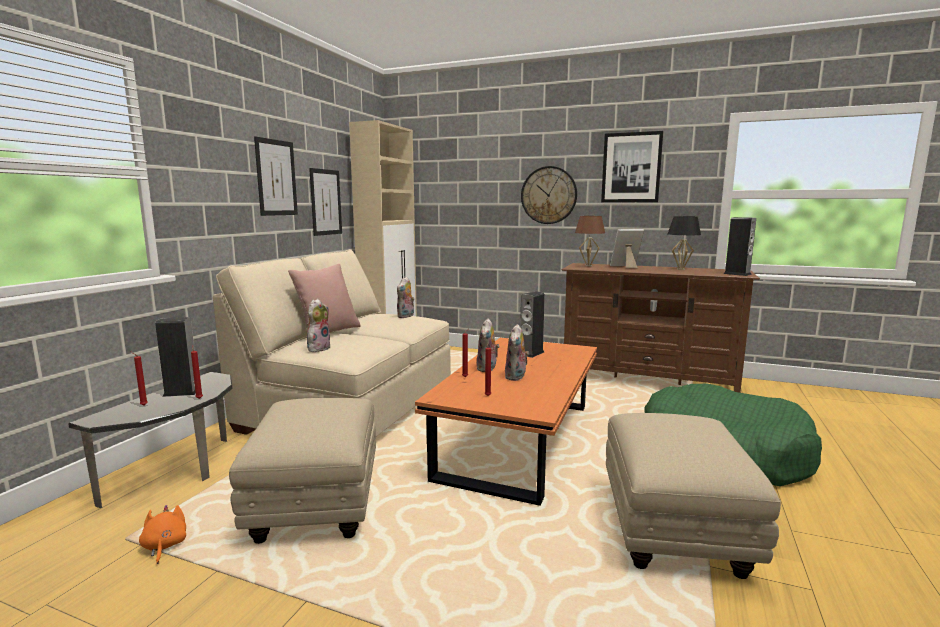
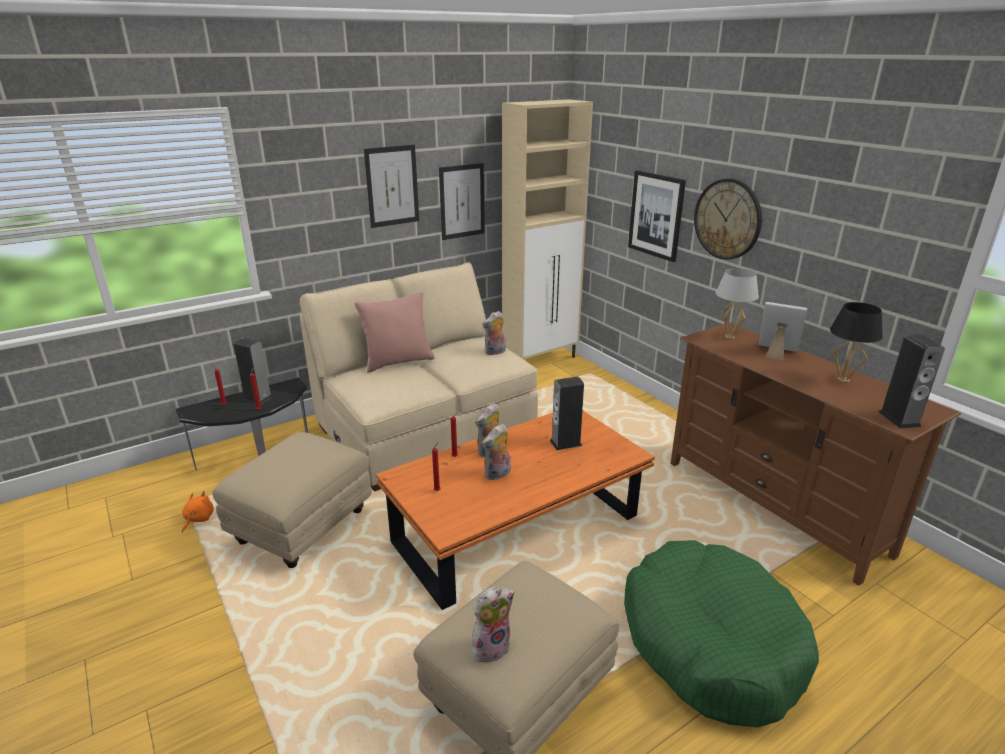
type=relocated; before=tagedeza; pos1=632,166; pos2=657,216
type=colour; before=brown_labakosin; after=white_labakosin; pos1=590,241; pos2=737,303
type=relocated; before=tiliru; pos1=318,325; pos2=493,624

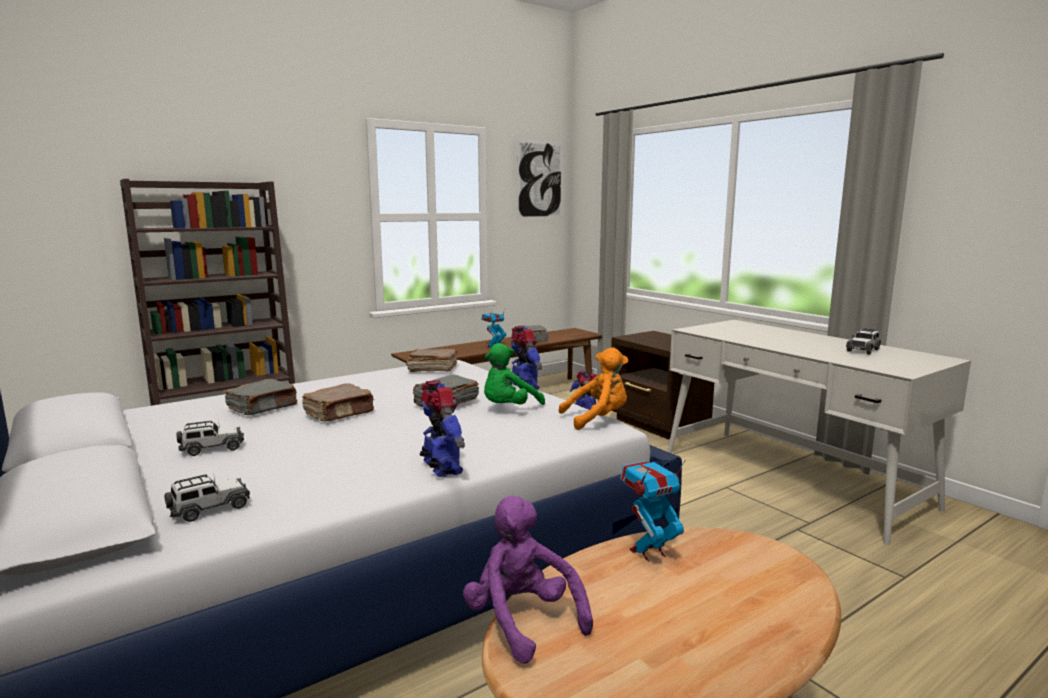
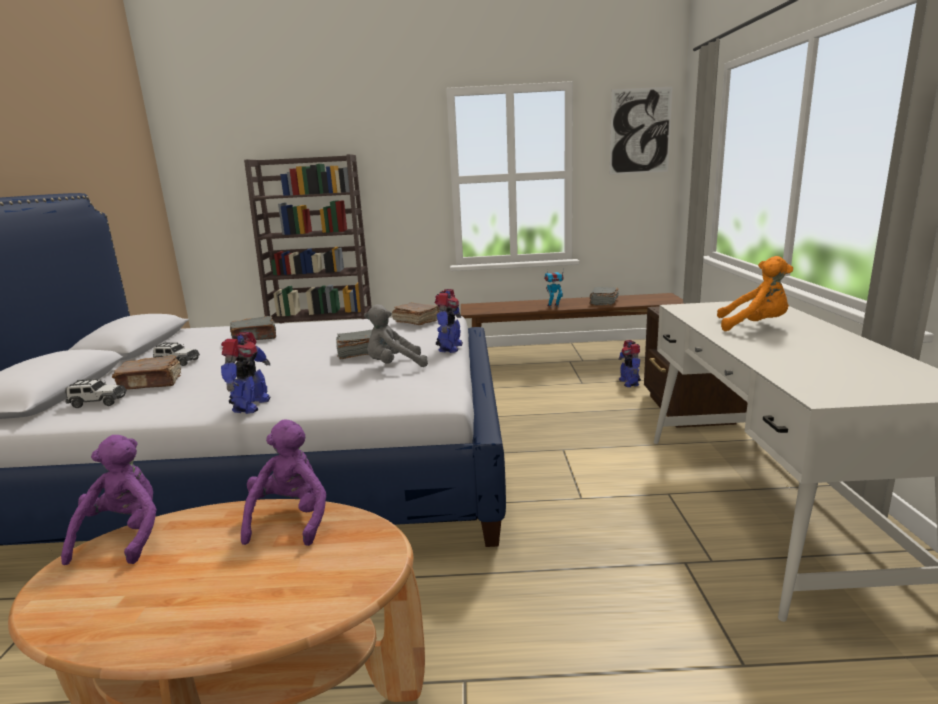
type=missing; before=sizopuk; pos1=863,341
type=colour; before=green_tiliru; after=grey_tiliru; pos1=514,374; pos2=396,336
type=relocated; before=orange_tiliru; pos1=593,388; pos2=755,293
type=relocated; before=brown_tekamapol; pos1=338,402; pos2=146,372
type=exchanged; before=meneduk; after=purple_tiliru; pos1=653,510; pos2=283,483

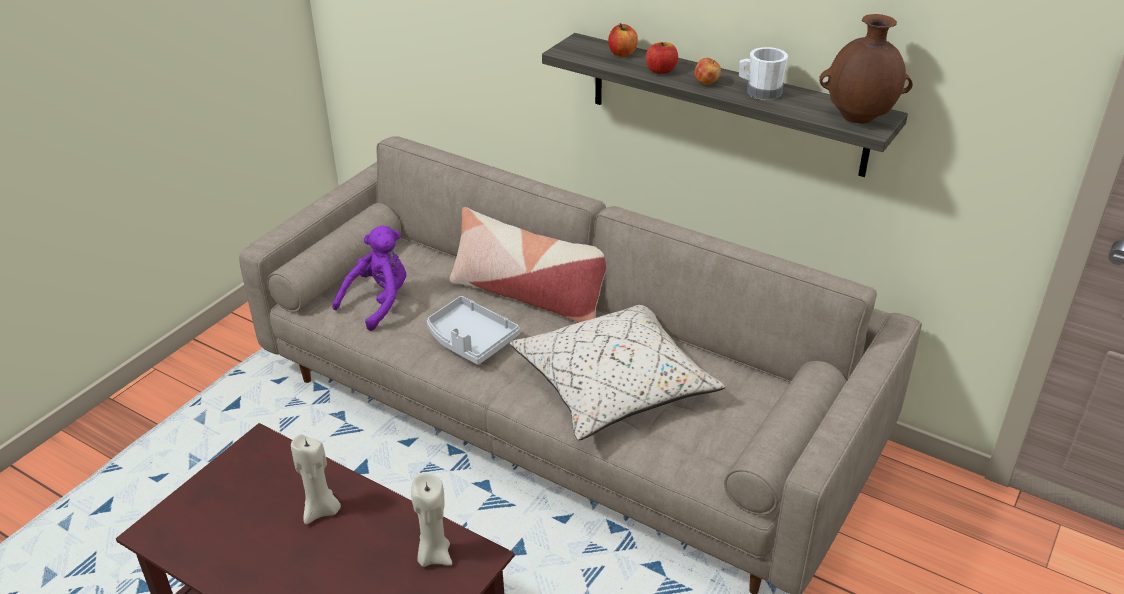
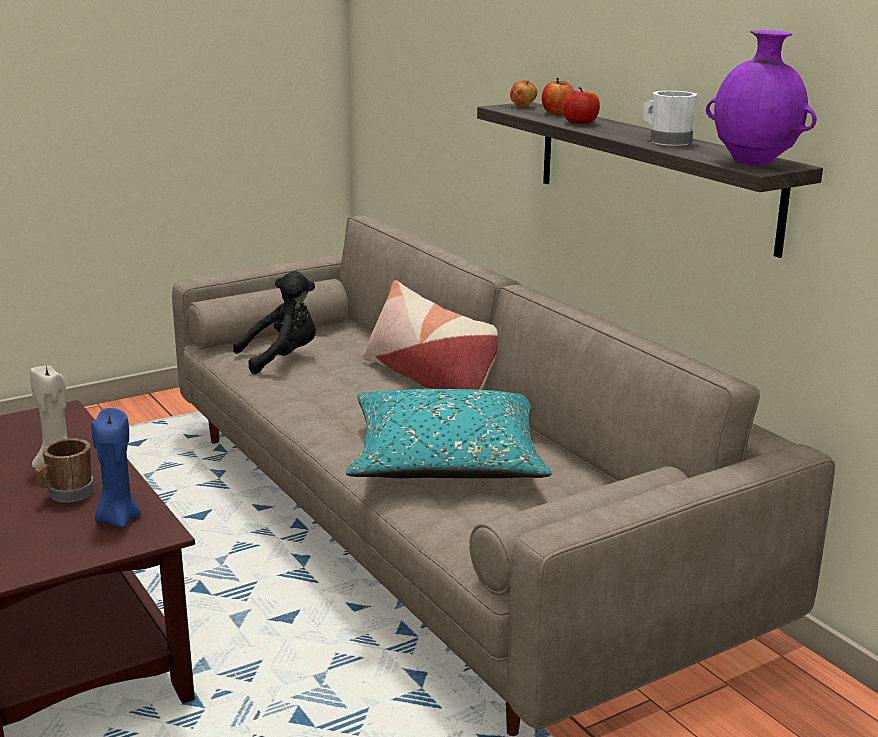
type=colour; before=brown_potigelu; after=purple_potigelu; pos1=866,69; pos2=761,98
type=relocated; before=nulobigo; pos1=707,71; pos2=523,93
type=colour; before=purple_tiliru; after=black_tiliru; pos1=369,278; pos2=274,322
type=missing; before=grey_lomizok; pos1=473,330
type=colour; before=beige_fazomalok; after=turquoise_fazomalok; pos1=617,373; pos2=448,433
type=colour; before=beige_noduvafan; after=blue_noduvafan; pos1=431,520; pos2=116,468
type=appeared; after=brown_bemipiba; pos2=64,470

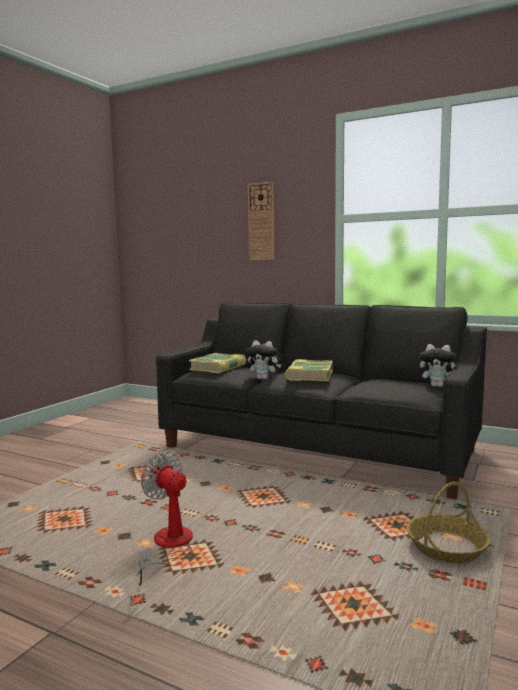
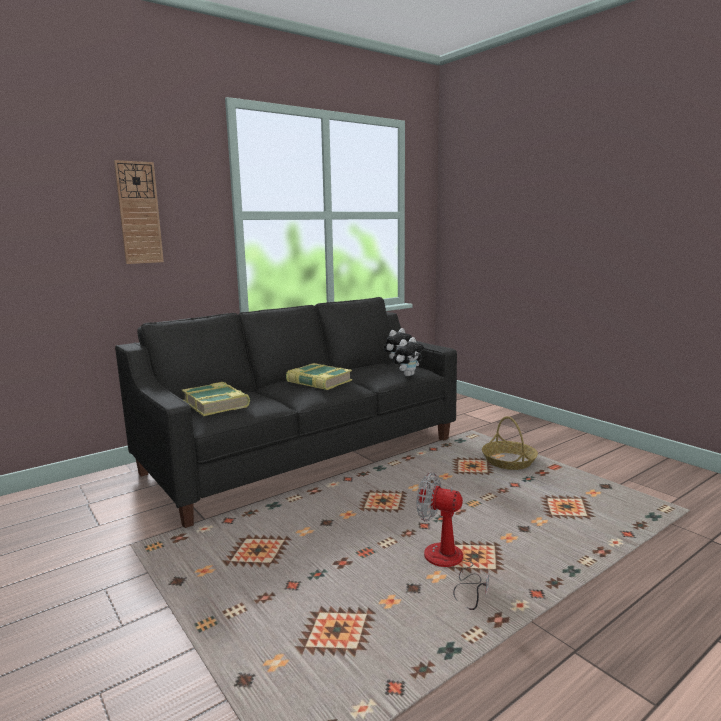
type=relocated; before=tiliru; pos1=263,359; pos2=408,356
type=spun; before=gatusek; pos1=165,519; pos2=452,541; turn=45

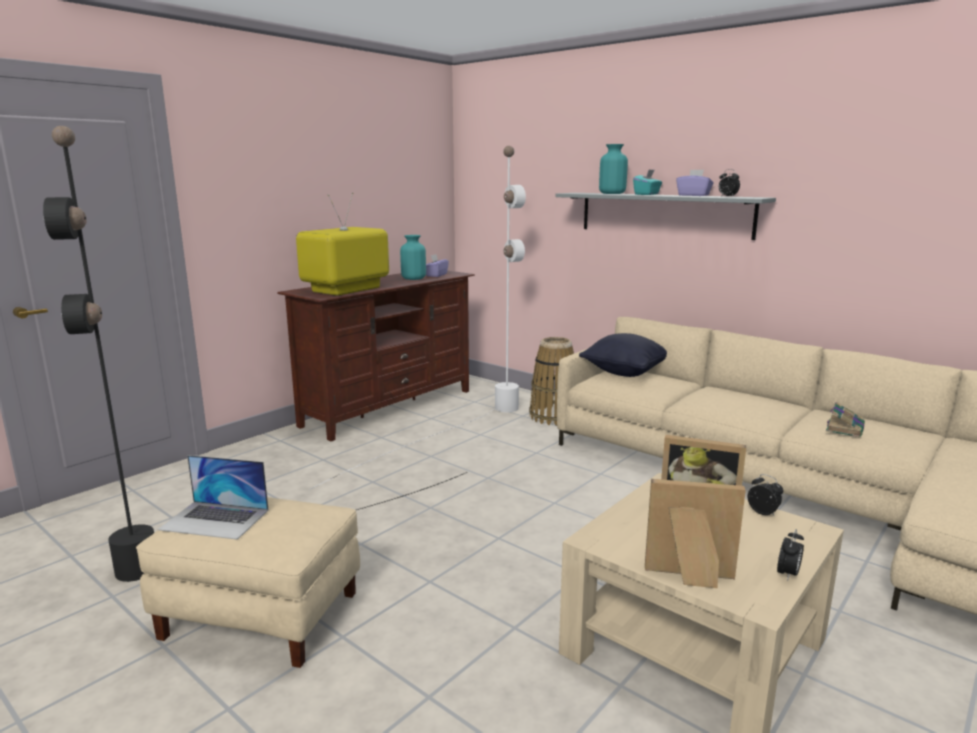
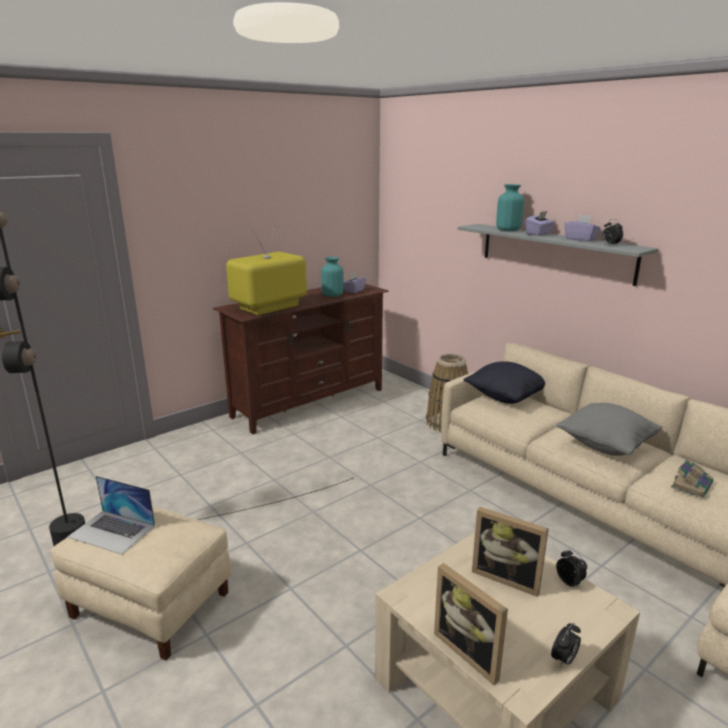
type=missing; before=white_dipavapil; pos1=417,318
type=colour; before=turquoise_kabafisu; after=purple_kabafisu; pos1=647,182; pos2=540,223
type=spun; before=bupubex; pos1=695,533; pos2=471,624; turn=-150
type=appeared; after=grey_fazomalok; pos2=609,429

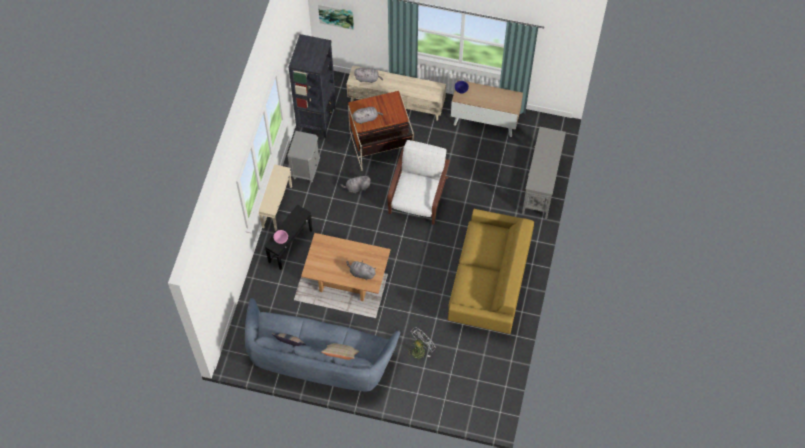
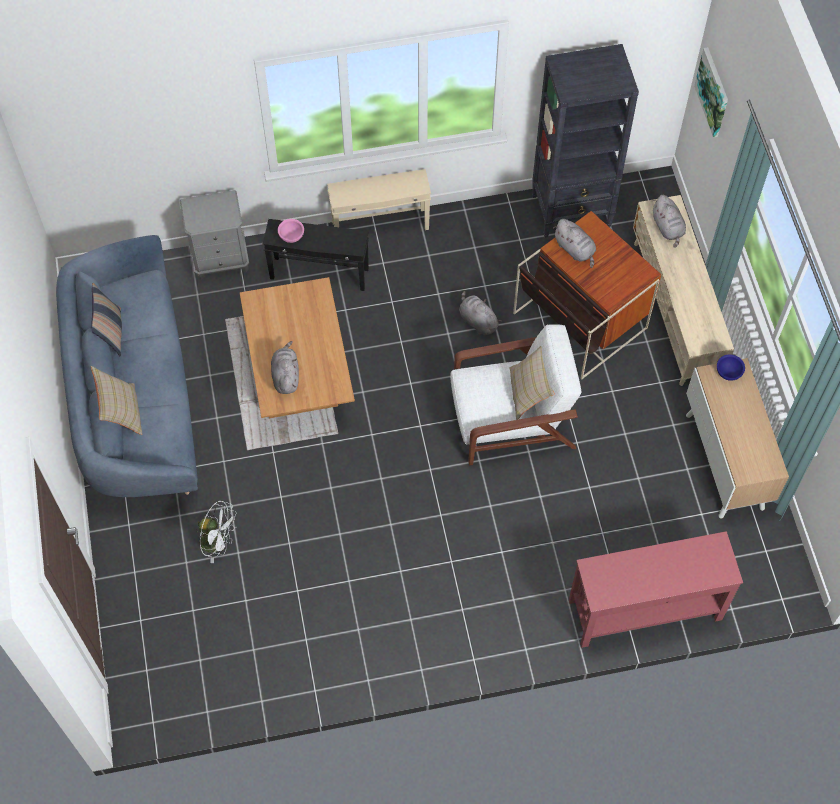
type=colour; before=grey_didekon; after=red_didekon; pos1=544,173; pos2=656,589
type=relocated; before=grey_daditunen; pos1=303,157; pos2=214,235
type=missing; before=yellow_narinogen; pos1=491,271
type=appeared; after=beige_fazomalok; pos2=532,383

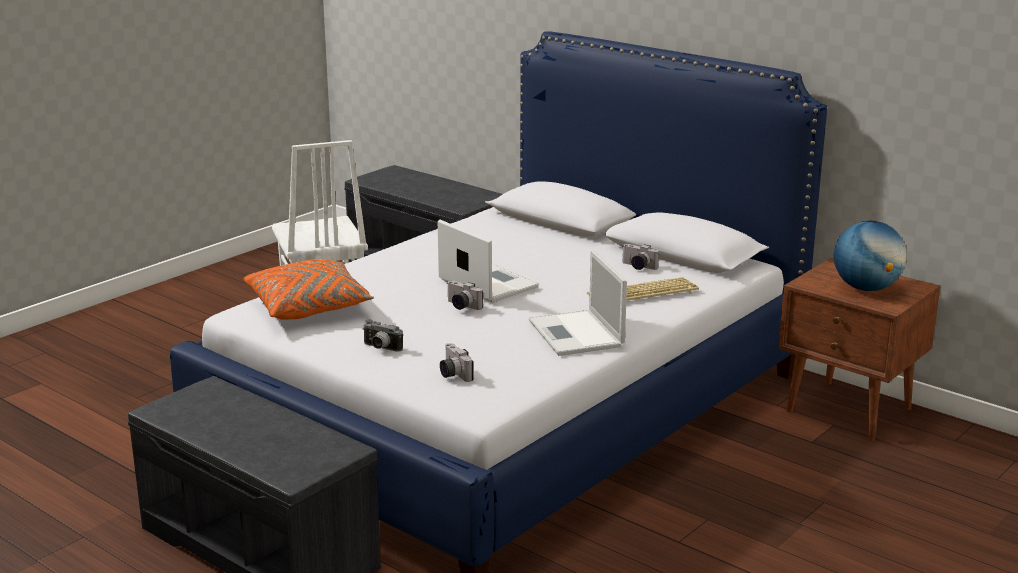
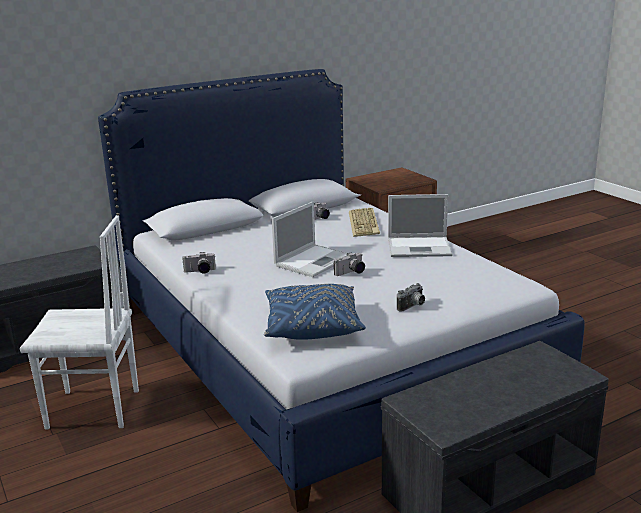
type=spun; before=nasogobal; pos1=488,261; pos2=309,239; turn=150
type=missing; before=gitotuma; pos1=870,256
type=colour; before=orange_fazomalok; after=blue_fazomalok; pos1=309,289; pos2=315,312
type=relocated; before=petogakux; pos1=457,362; pos2=199,262

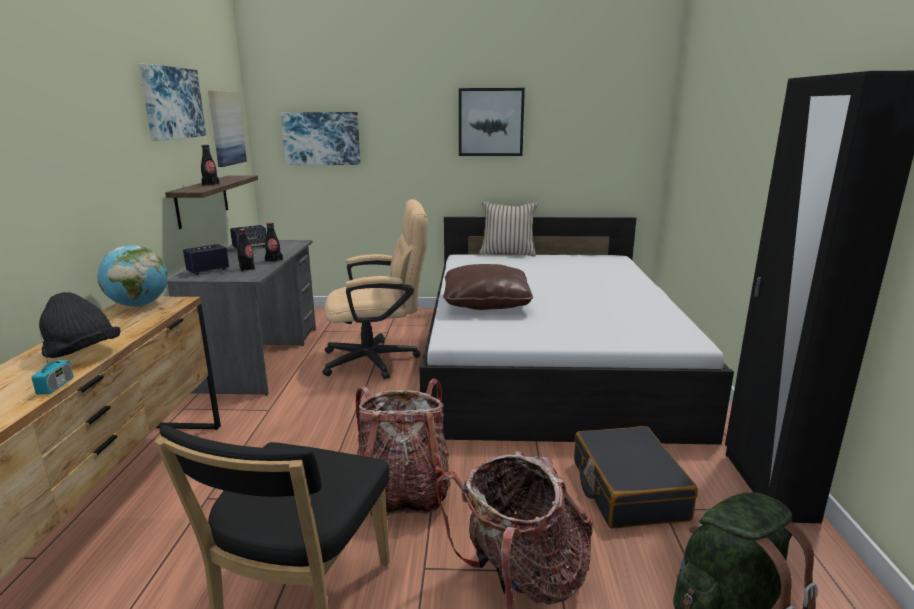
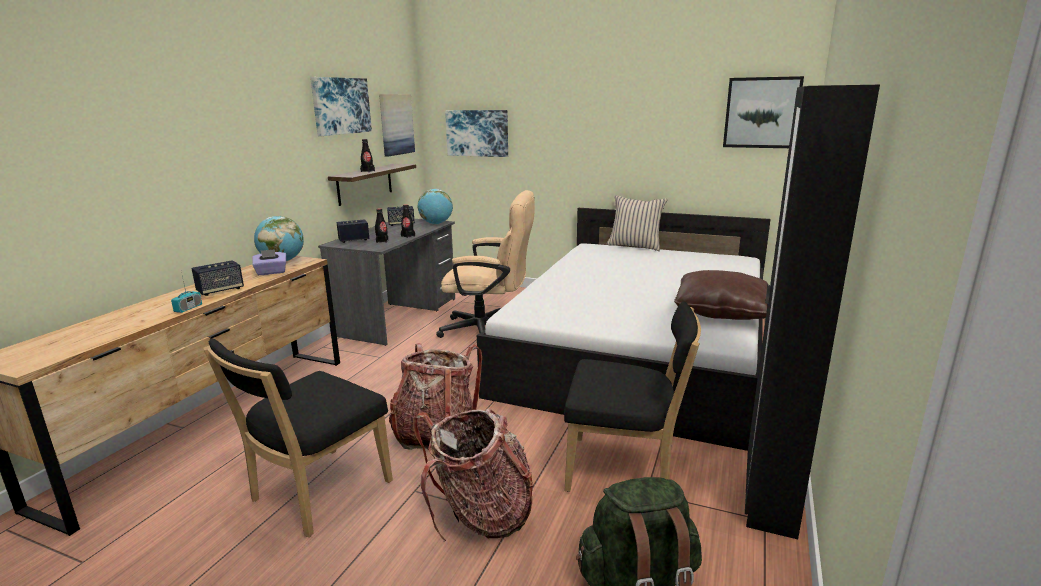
type=relocated; before=tagedeza; pos1=492,122; pos2=763,112
type=relocated; before=brown_fazomalok; pos1=488,287; pos2=721,295
type=exchanged; before=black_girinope; after=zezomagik; pos1=80,325; pos2=217,278
type=exchanged; before=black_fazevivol; after=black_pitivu; pos1=636,477; pos2=632,396
type=appeared; after=gitotuma; pos2=435,206
type=appeared; after=purple_kabafisu; pos2=269,262

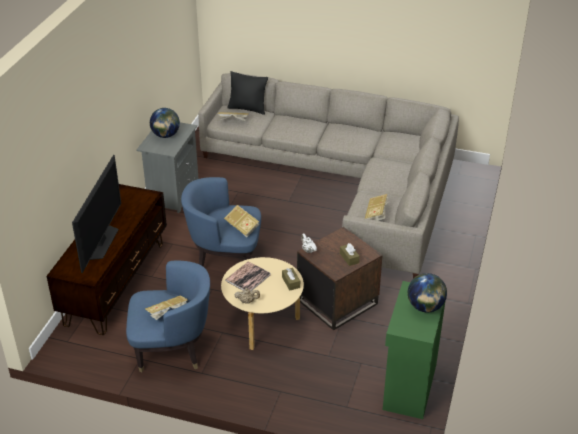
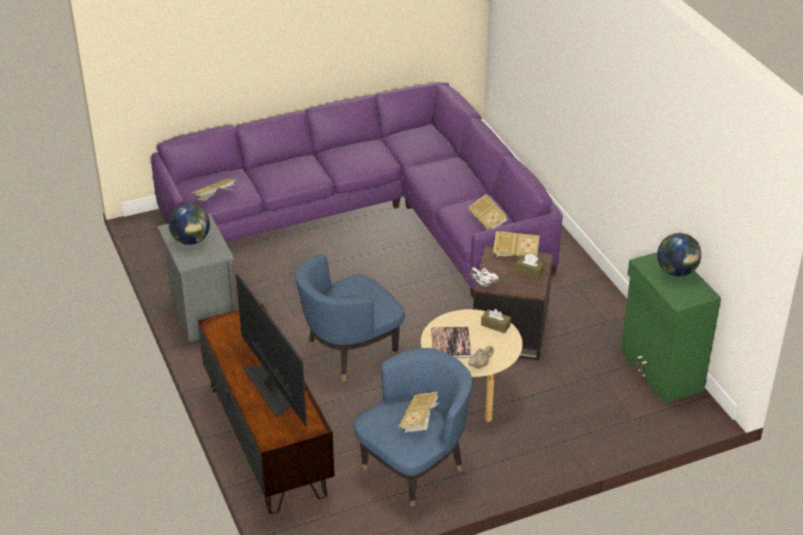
type=missing; before=black_fazomalok; pos1=247,93
type=colour; before=grey_narinogen; after=purple_narinogen; pos1=328,175; pos2=357,190
type=relocated; before=tekamapol; pos1=242,221; pos2=516,244

